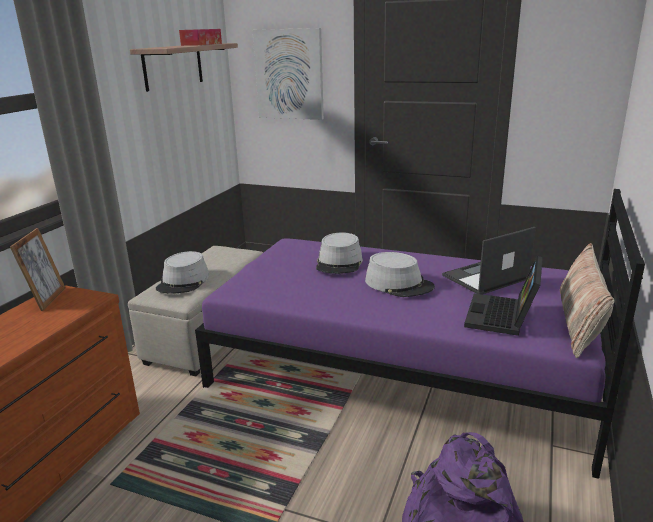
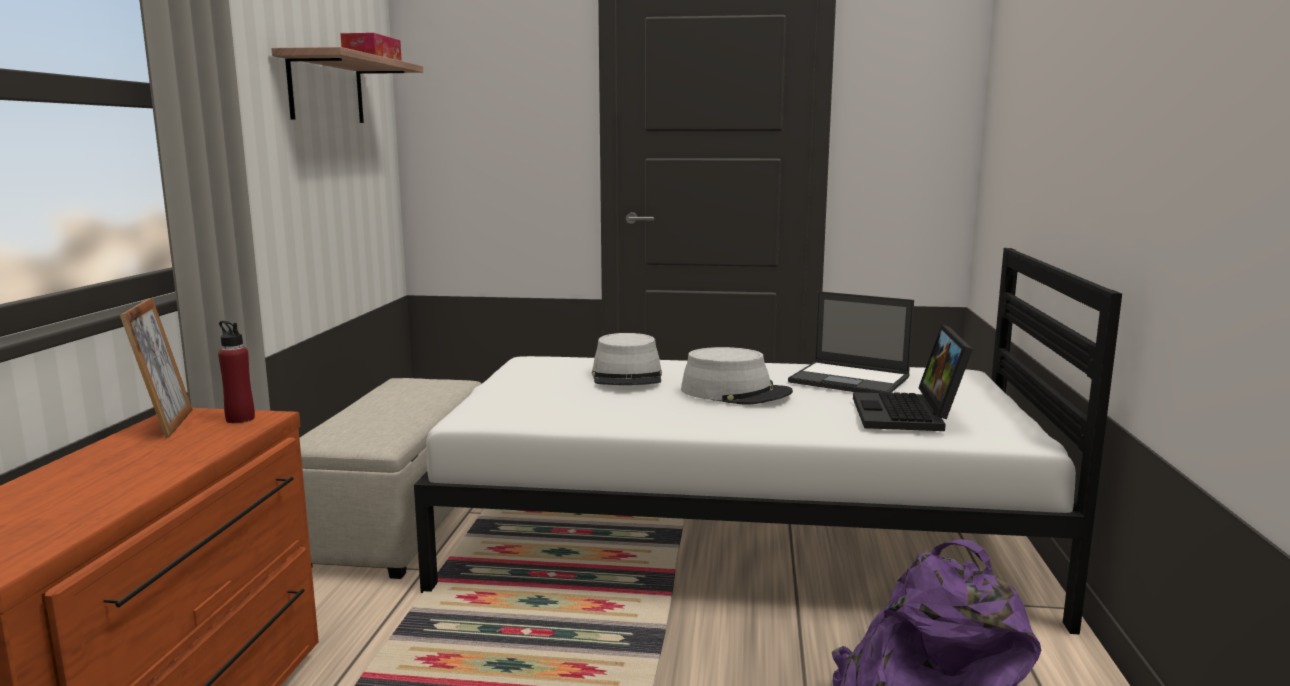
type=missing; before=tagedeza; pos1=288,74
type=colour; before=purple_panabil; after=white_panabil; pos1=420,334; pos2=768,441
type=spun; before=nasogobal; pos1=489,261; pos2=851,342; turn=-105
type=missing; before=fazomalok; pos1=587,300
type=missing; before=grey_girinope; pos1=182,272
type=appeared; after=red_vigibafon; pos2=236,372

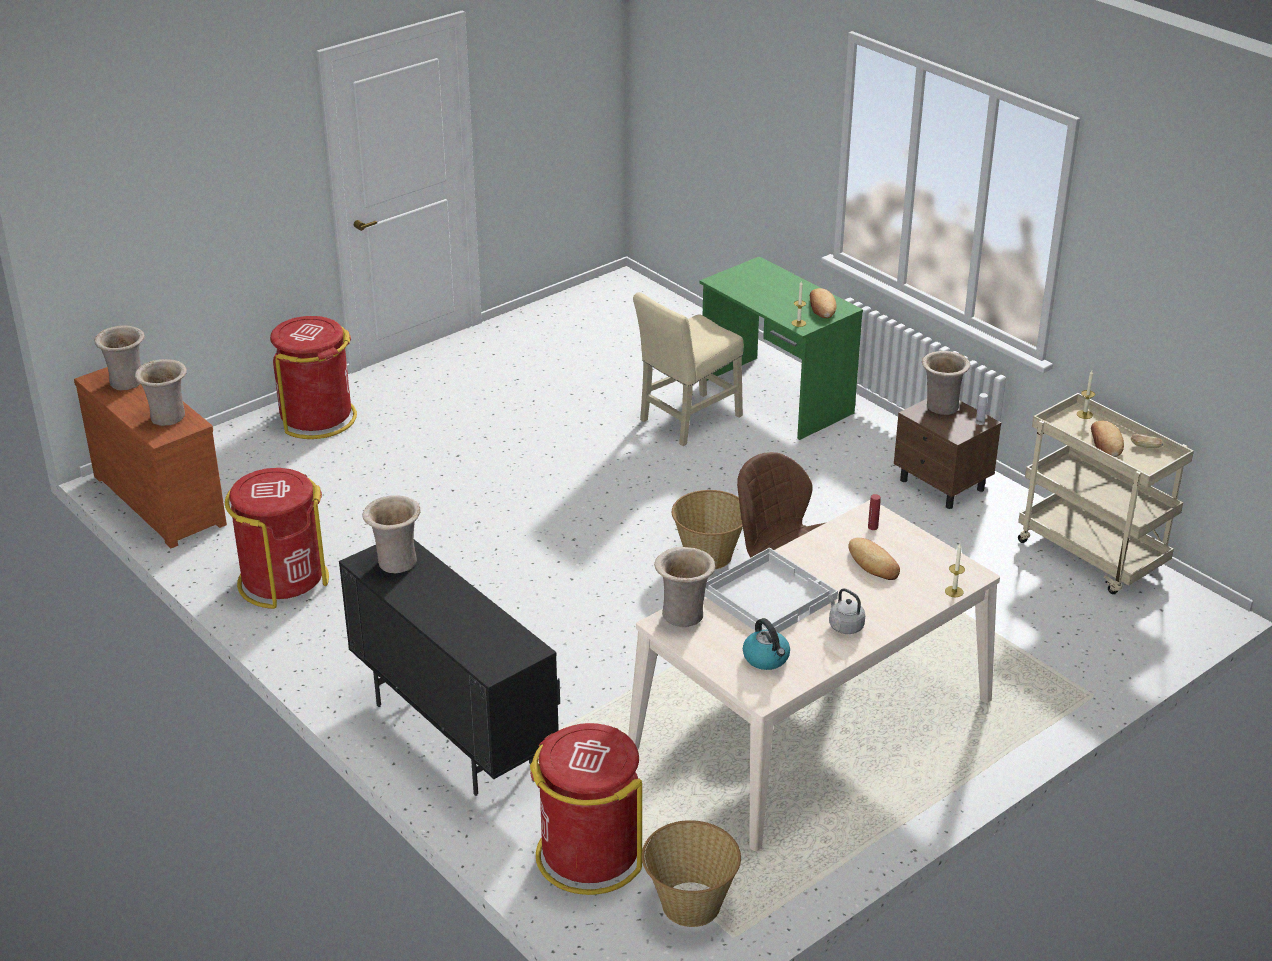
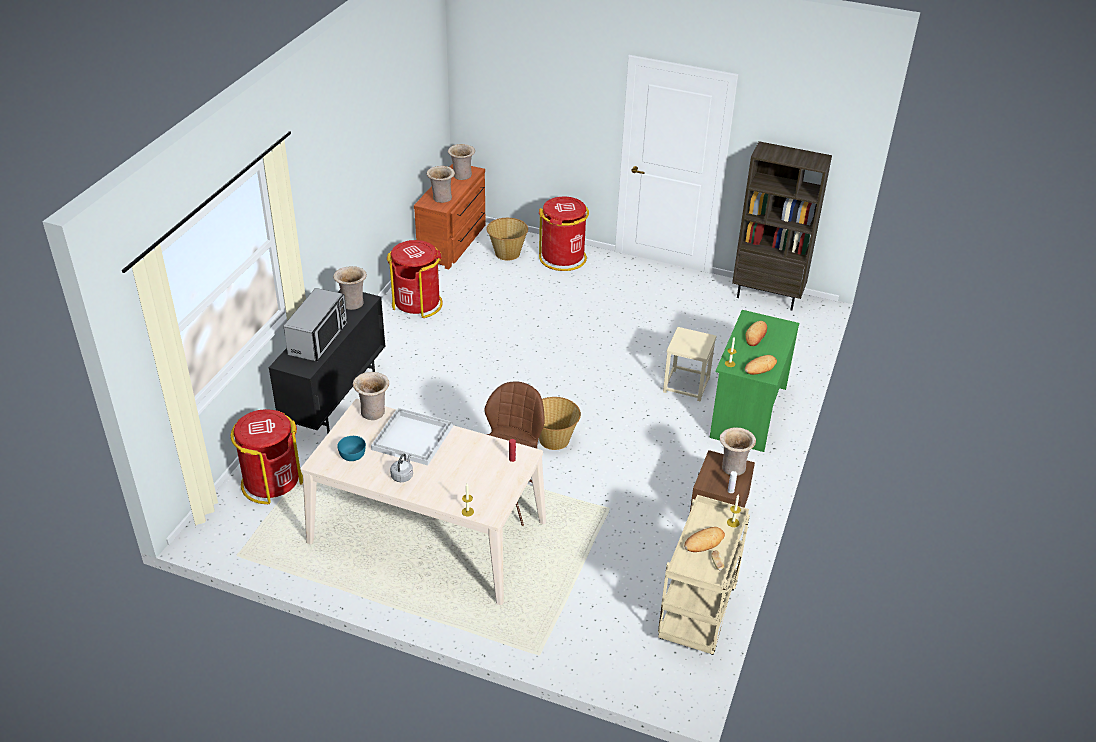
type=exchanged; before=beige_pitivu; after=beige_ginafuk; pos1=688,369; pos2=690,364
type=relocated; before=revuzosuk; pos1=874,559; pos2=756,333
type=exchanged; before=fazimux; after=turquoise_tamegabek; pos1=766,644; pos2=351,448
type=relocated; before=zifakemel; pos1=691,873; pos2=507,239
type=appeared; after=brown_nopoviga; pos2=782,226
type=appeared; after=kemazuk; pos2=315,324

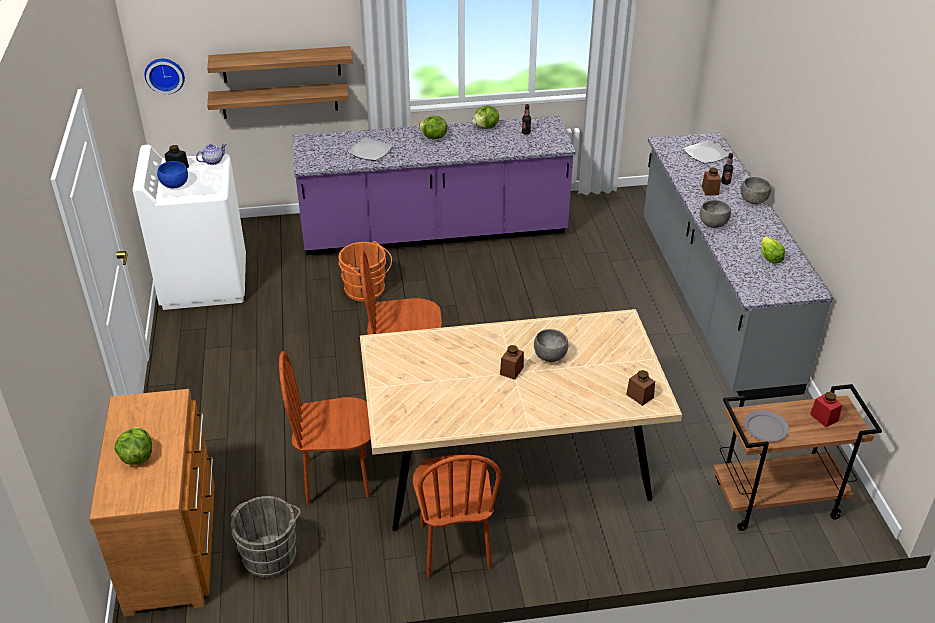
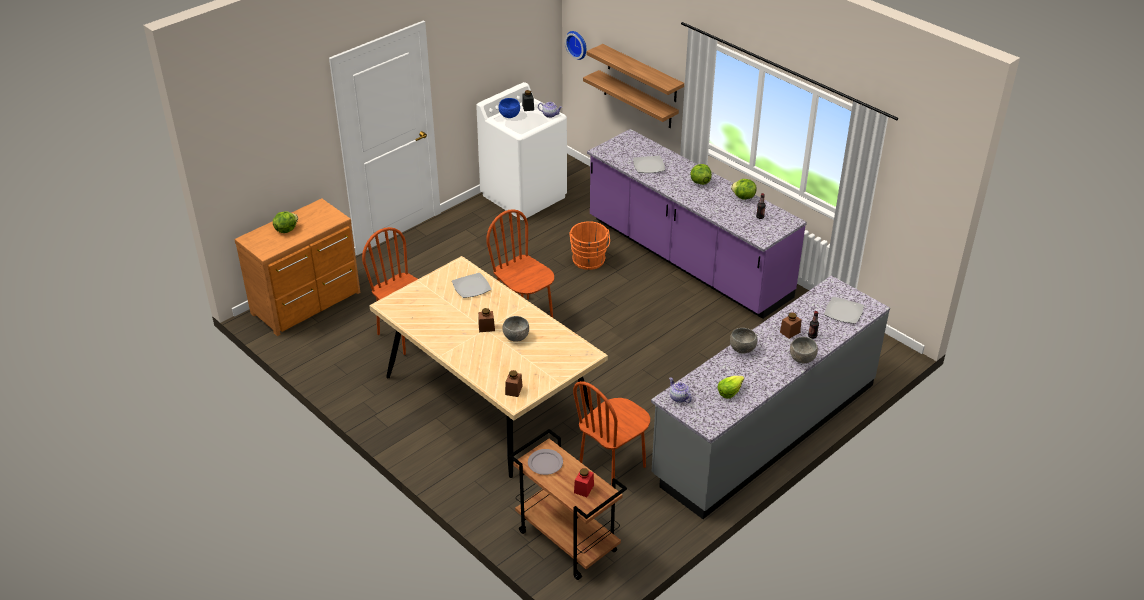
type=relocated; before=brown_pitivu; pos1=457,516; pos2=611,430
type=missing; before=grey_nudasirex; pos1=266,536
type=appeared; after=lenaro; pos2=472,285
type=appeared; after=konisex; pos2=680,390

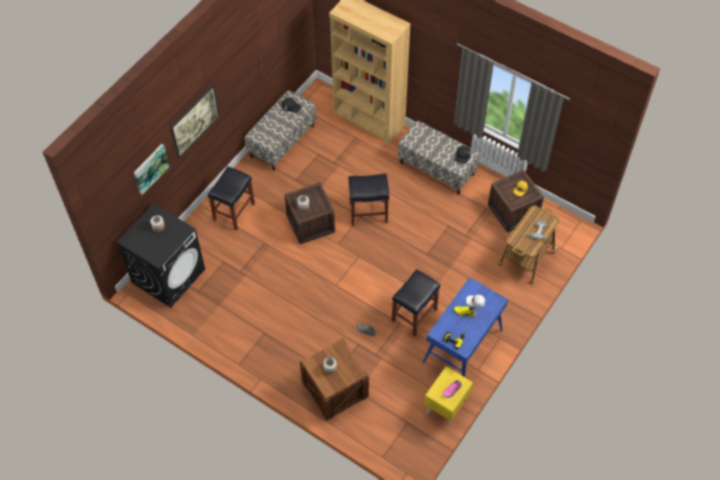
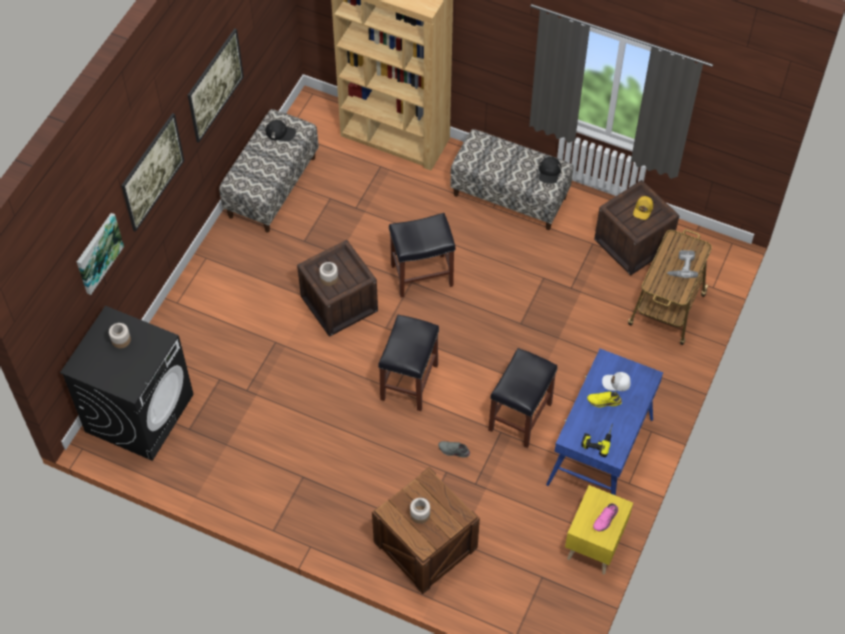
type=relocated; before=black_ginafuk; pos1=231,198; pos2=408,363
type=appeared; after=tagedeza; pos2=216,85

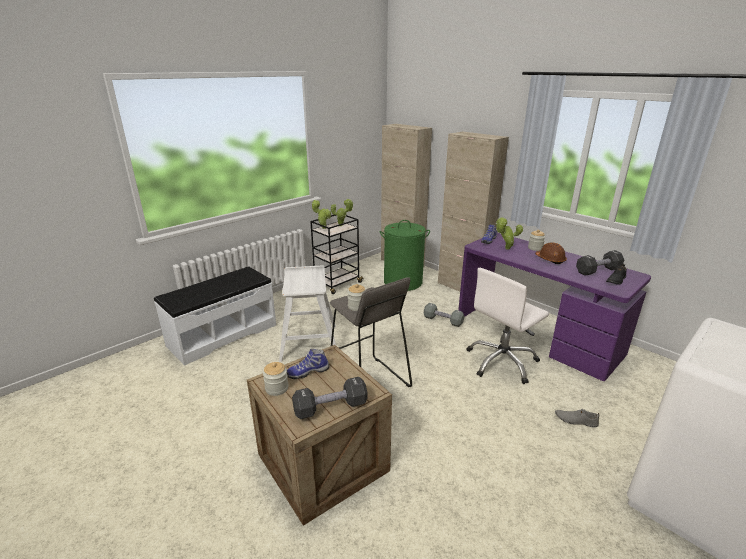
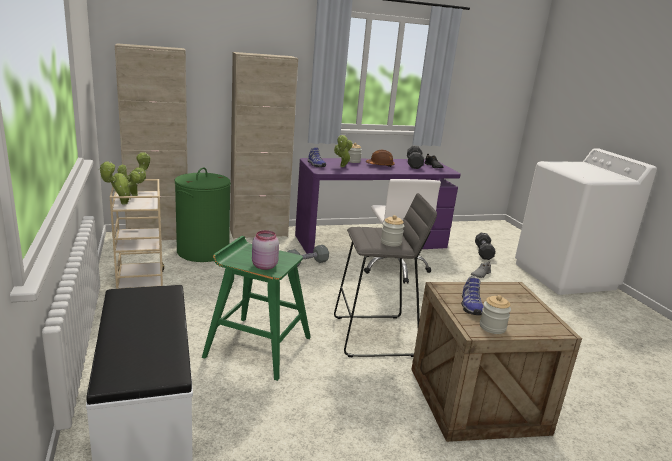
type=colour; before=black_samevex; after=beige_samevex; pos1=337,254; pos2=137,234
type=colour; before=white_ginafuk; after=green_ginafuk; pos1=307,313; pos2=256,308
type=relocated; before=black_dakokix; pos1=330,398; pos2=485,246
type=appeared; after=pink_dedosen; pos2=265,250

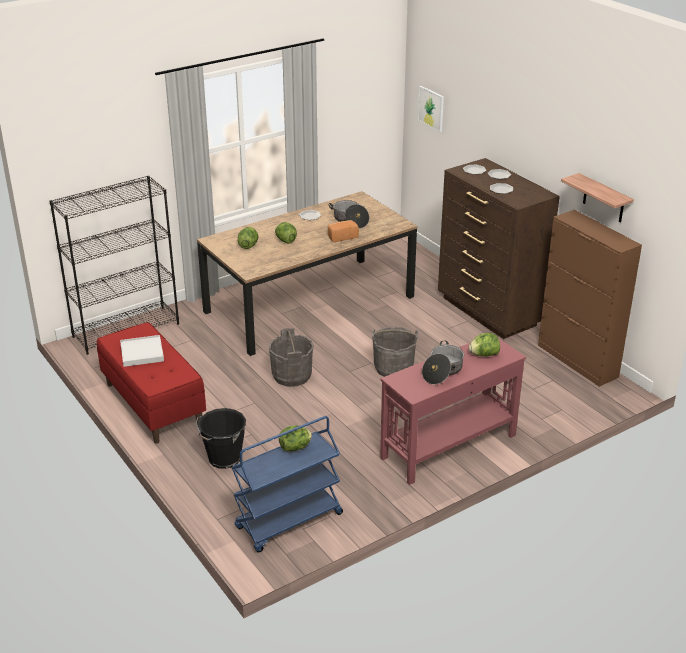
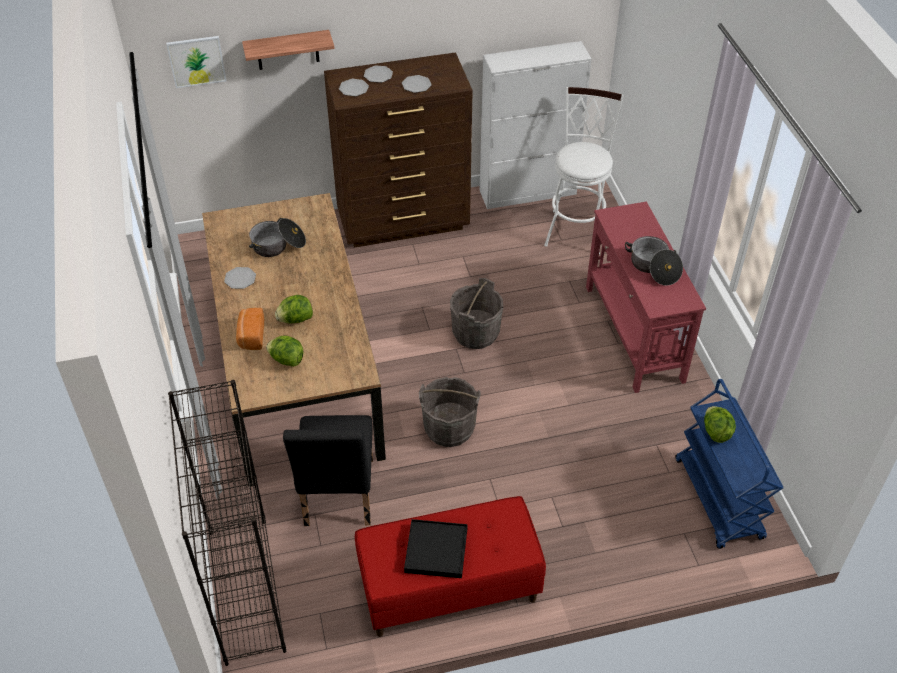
type=relocated; before=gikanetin; pos1=597,198; pos2=288,50
type=colour; before=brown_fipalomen; after=white_fipalomen; pos1=590,298; pos2=536,125
type=relocated; before=revuzosuk; pos1=343,231; pos2=250,329
type=missing; before=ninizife; pos1=484,345
type=colour; before=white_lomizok; after=black_lomizok; pos1=142,351; pos2=436,548
type=missing; before=black_nudasirex; pos1=221,438
type=appeared; after=white_ginafuk; pos2=584,170
type=appeared; after=black_pitivu; pos2=328,470

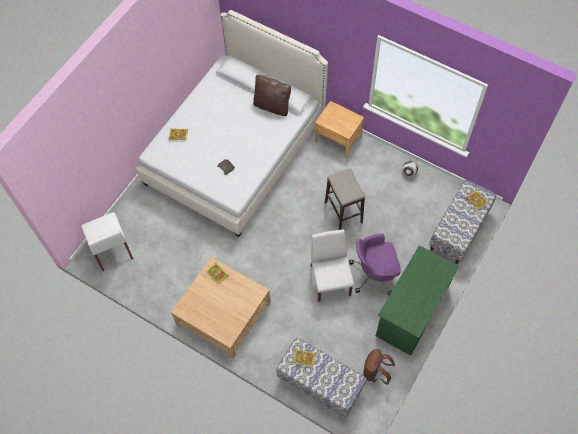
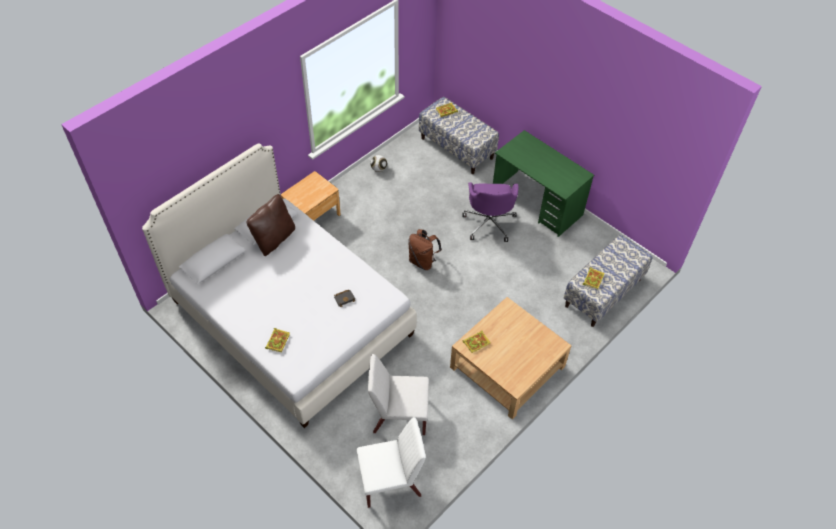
type=missing; before=ginafuk; pos1=345,199
type=relocated; before=white_pitivu; pos1=332,266; pos2=398,394
type=relocated; before=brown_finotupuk; pos1=379,367; pos2=425,249

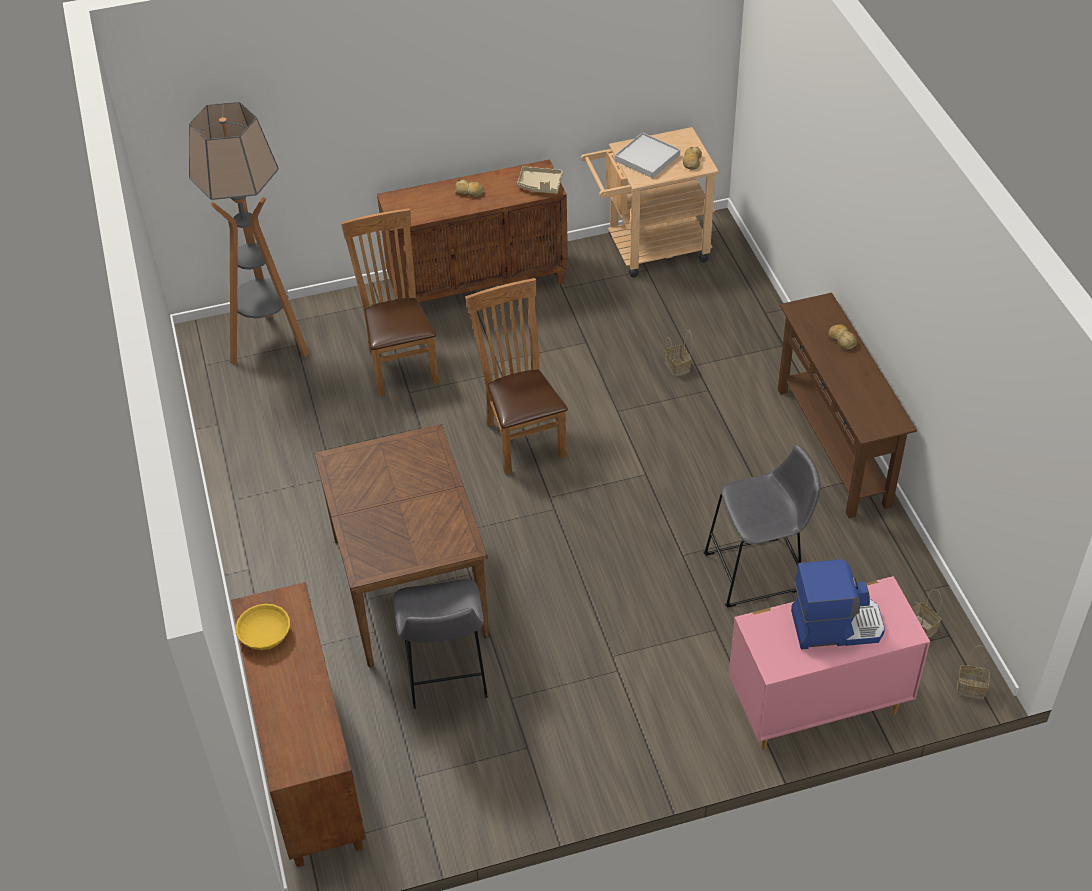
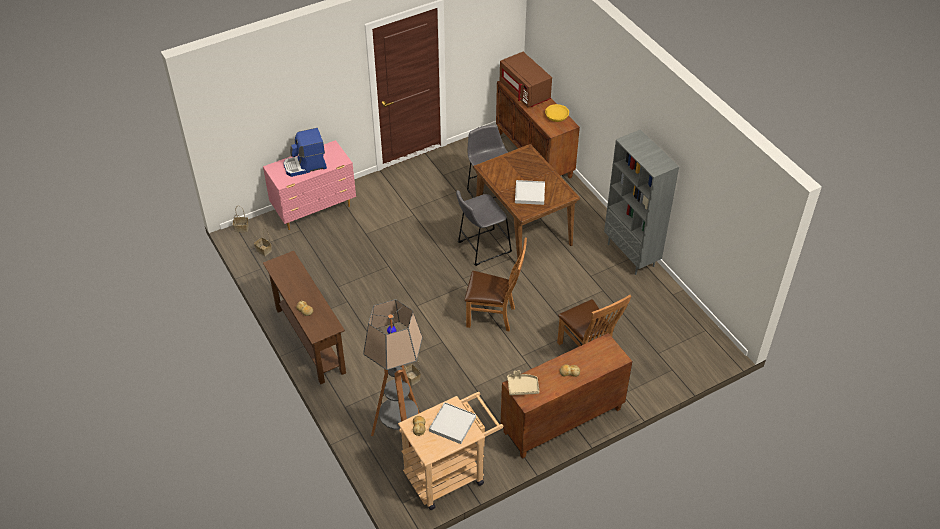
type=relocated; before=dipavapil; pos1=249,233; pos2=393,376
type=spun; before=brown_pitivu; pos1=516,376; pos2=495,285; turn=-45
type=relocated; before=grey_ginafuk; pos1=762,526; pos2=484,228
type=appeared; after=brown_kemazuk; pos2=526,79
type=appeared; after=grey_nopoviga; pos2=641,202
type=appeared; after=white_lomizok; pos2=530,192

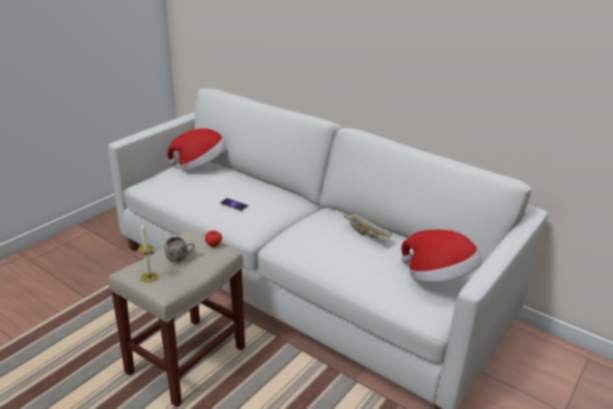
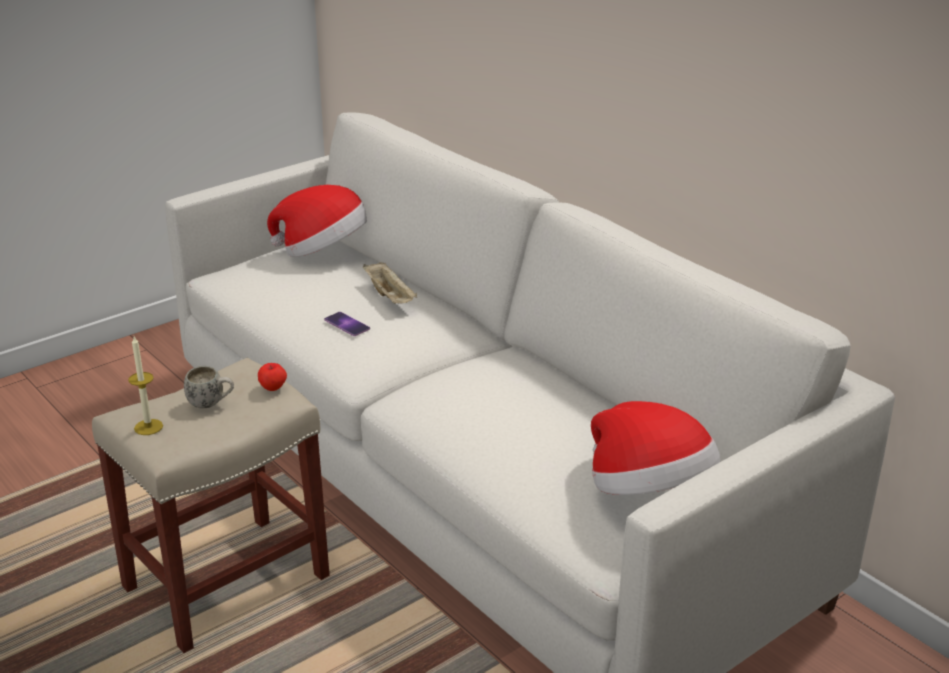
type=relocated; before=beige_lomizok; pos1=368,227; pos2=390,283

